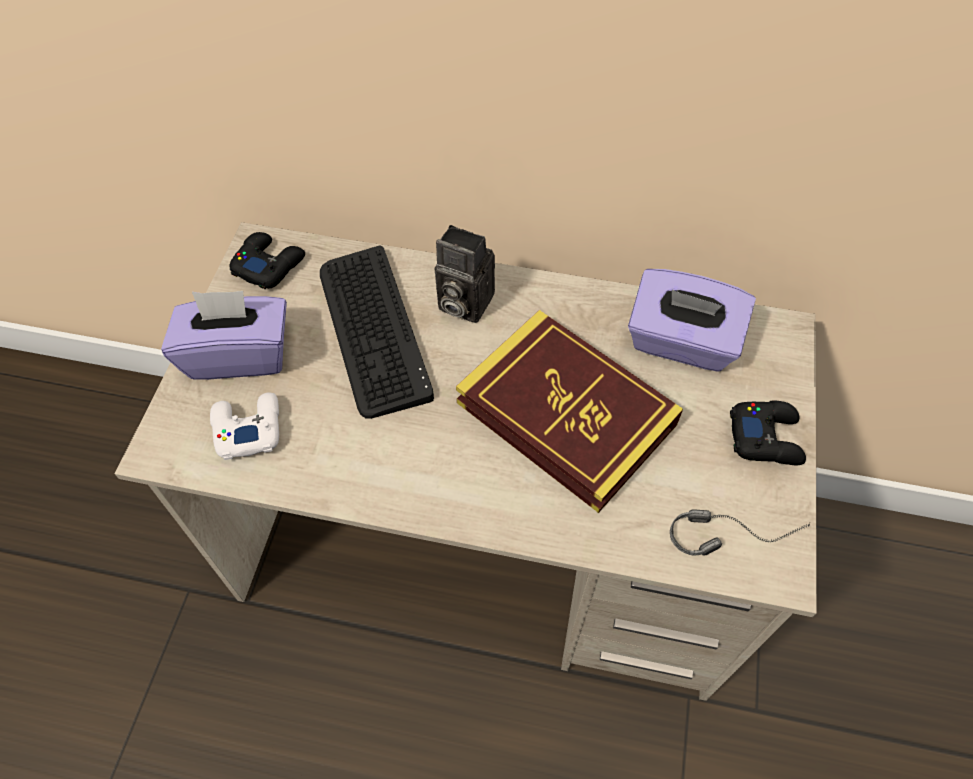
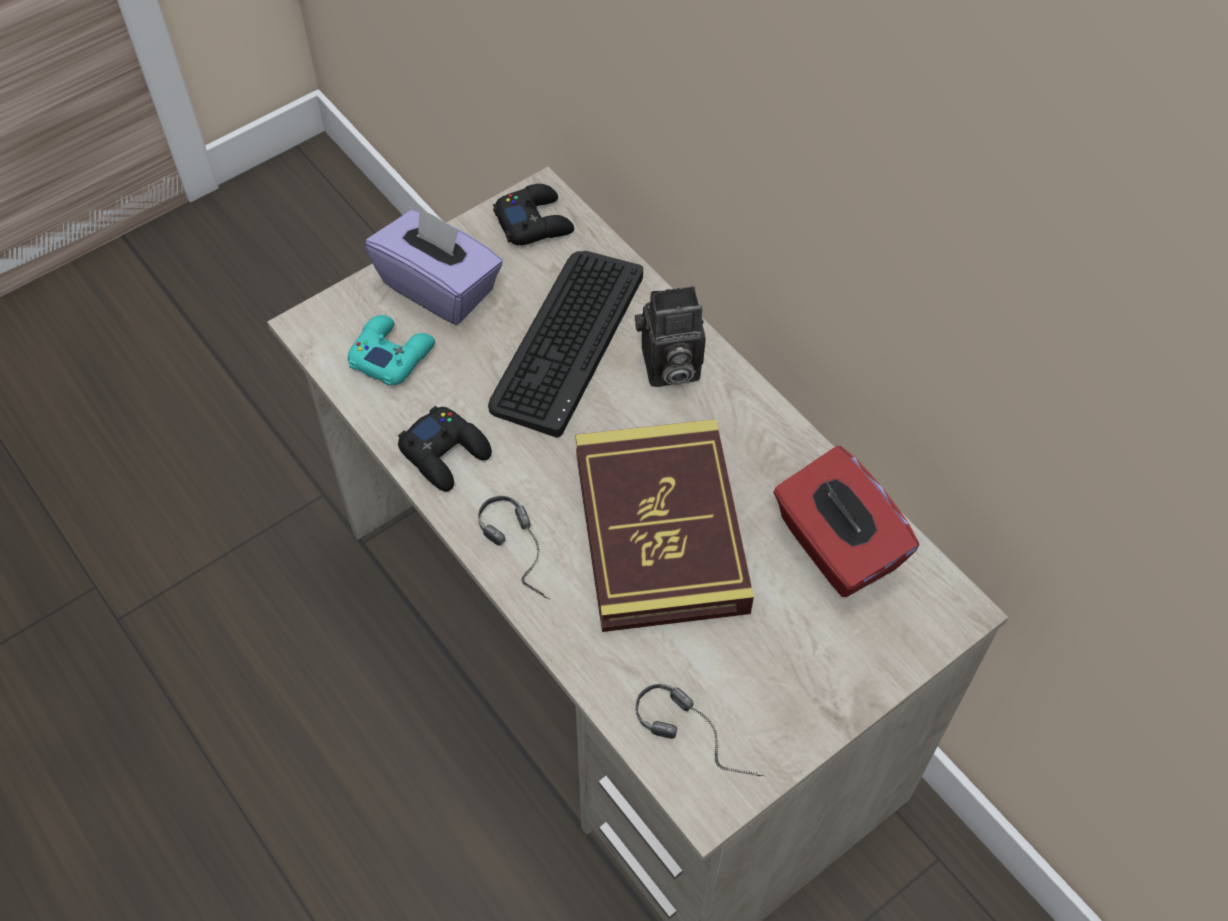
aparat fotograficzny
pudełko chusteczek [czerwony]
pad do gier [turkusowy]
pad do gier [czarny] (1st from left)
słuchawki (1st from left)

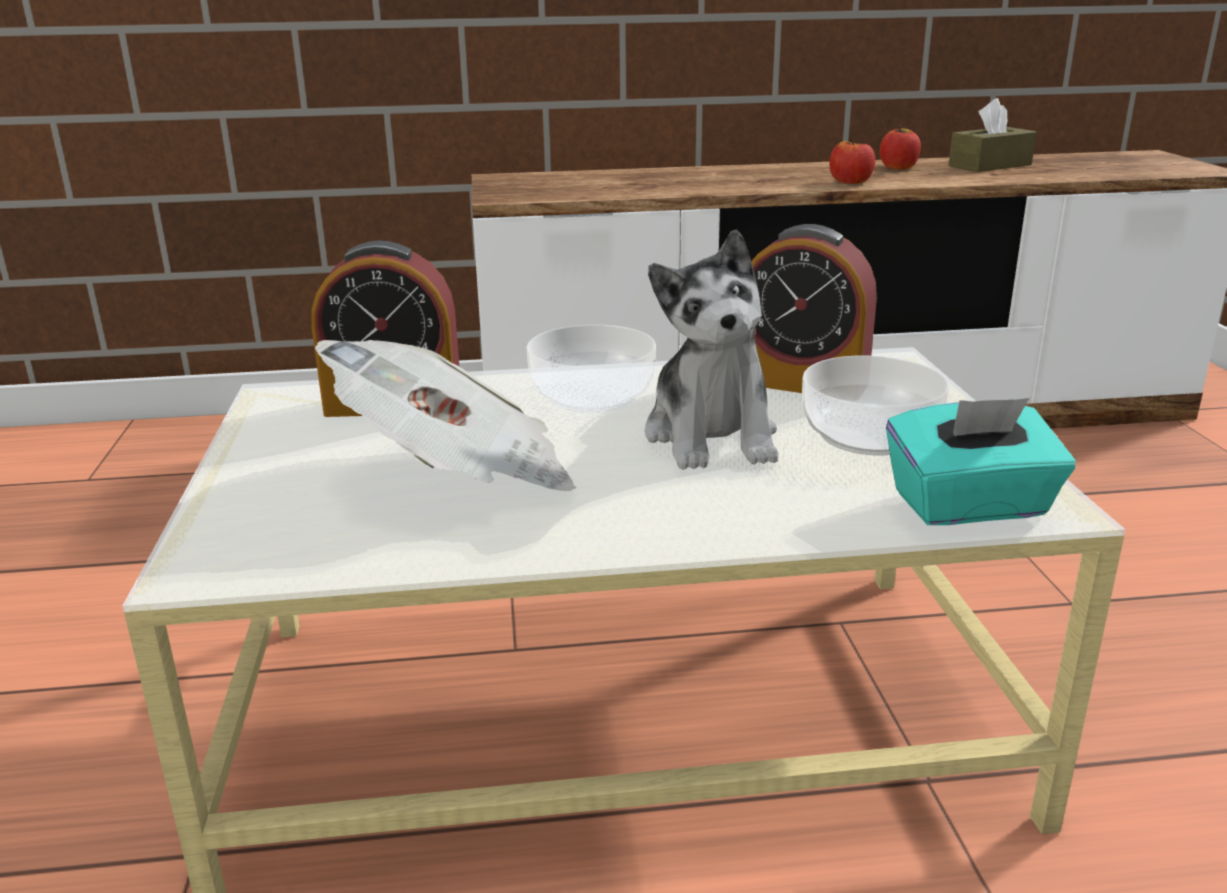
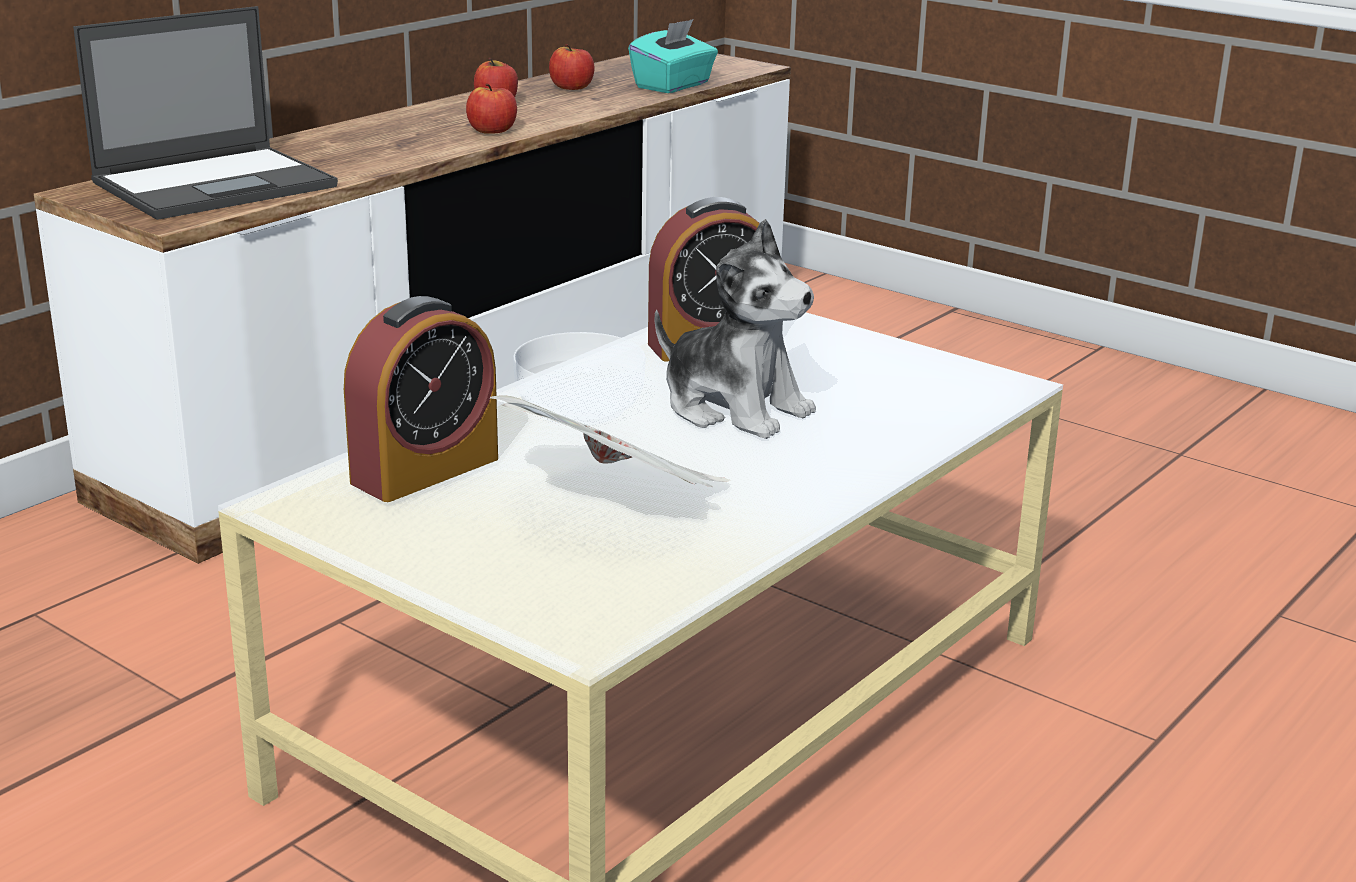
jabłko (3rd from left)
miska (2nd from left in the first image)
pudełko chusteczek [turkusowy]
laptop

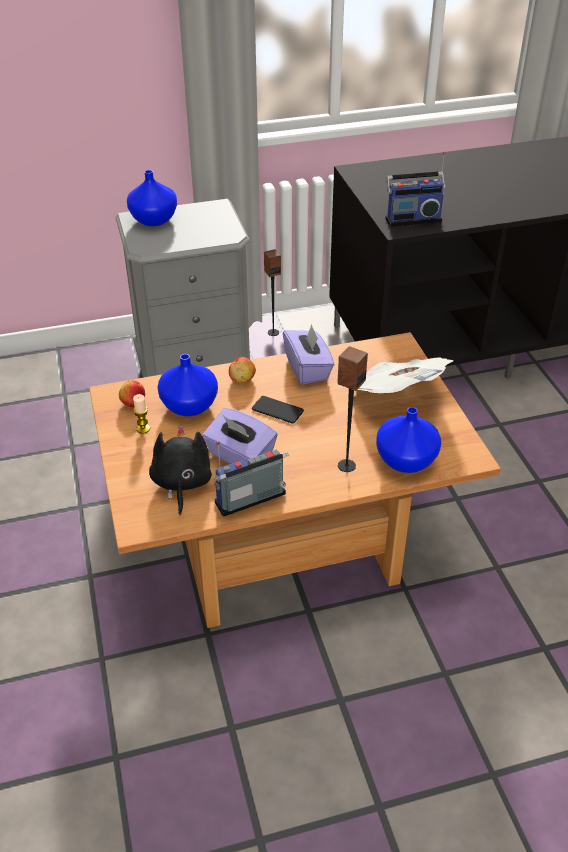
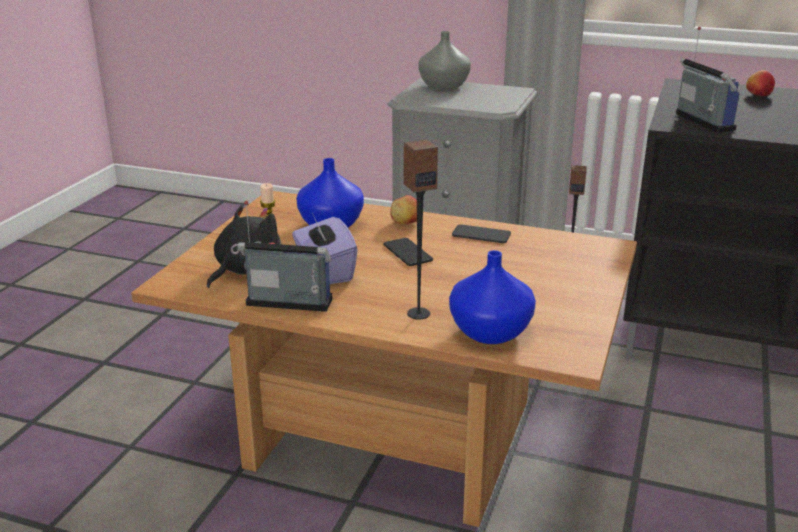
radio (2nd from left)
wazon [szary]
telefon (2nd from left)
gazeta
jabłko (2nd from left)

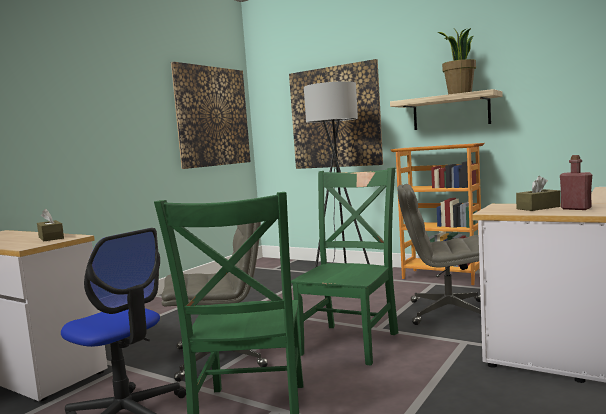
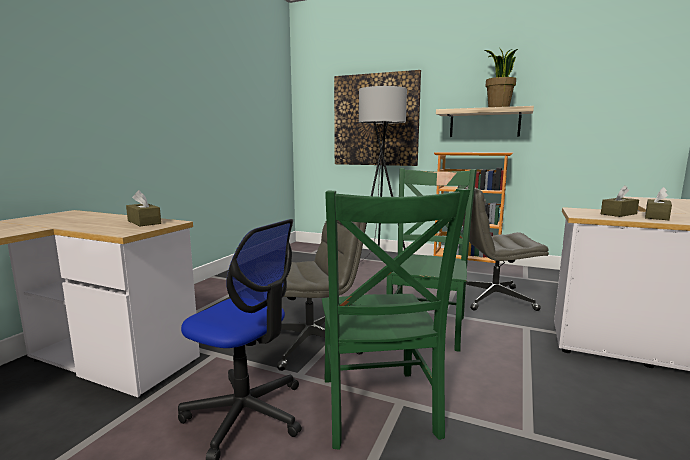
obraz (1st from left in the first image)
pudełko chusteczek [brązowy] (3rd from left)

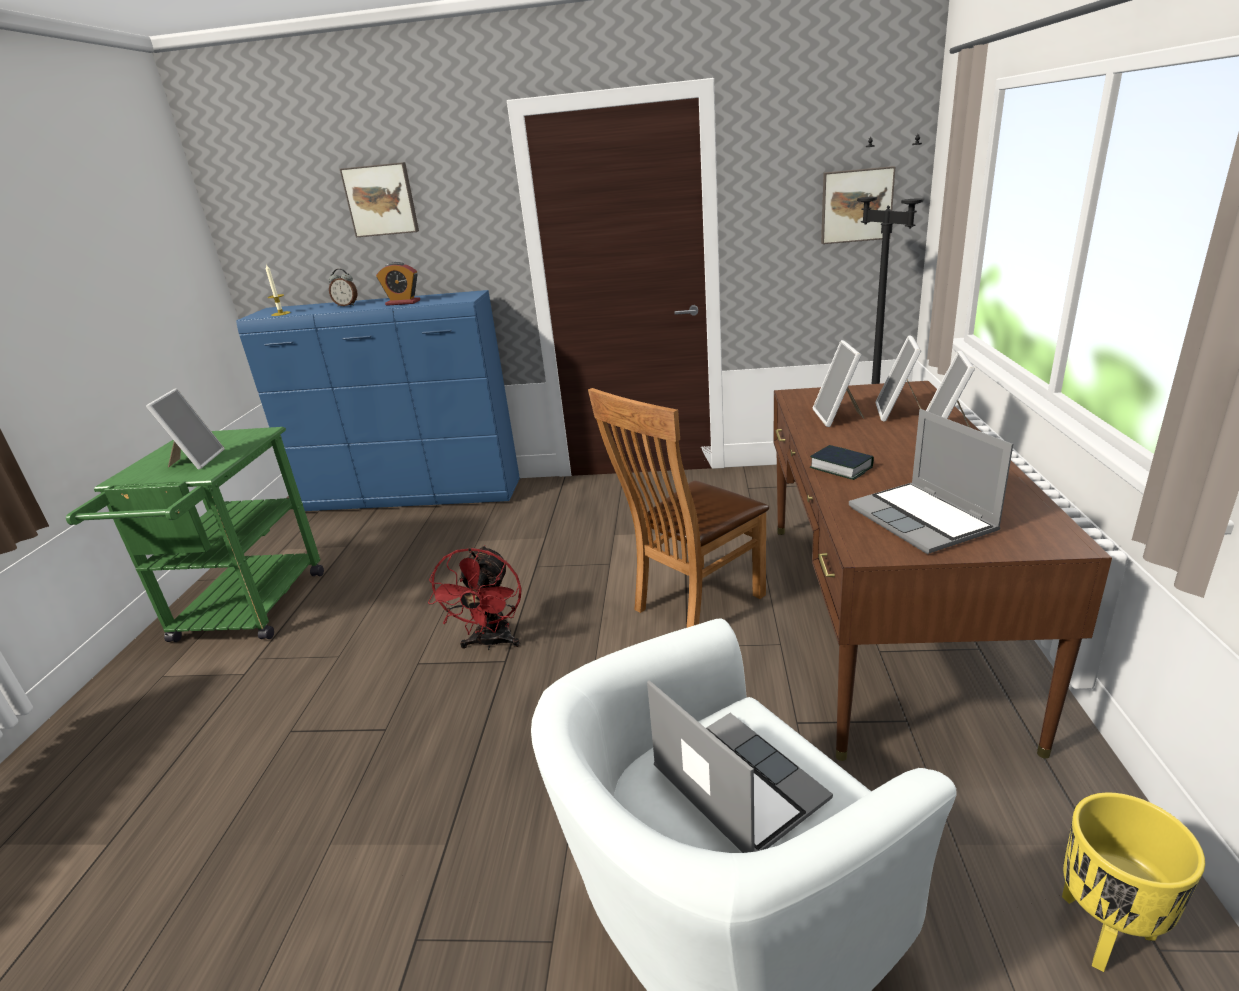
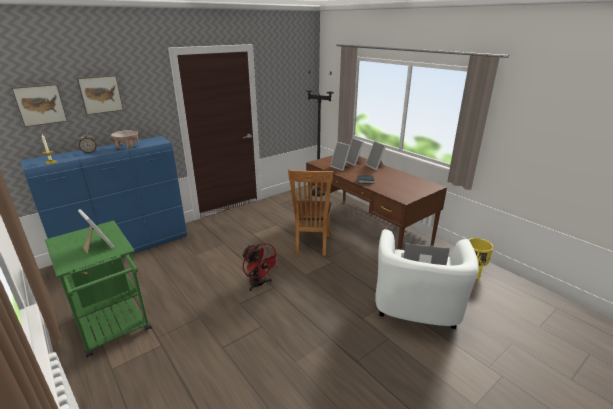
obraz (1st from left)
miska [beżowy]
laptop (2nd from left in the first image)

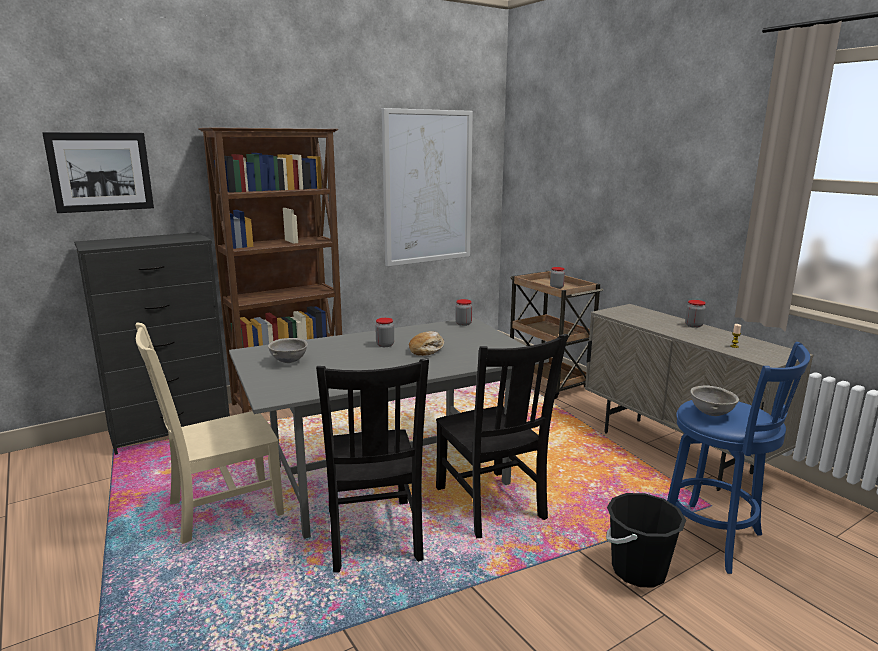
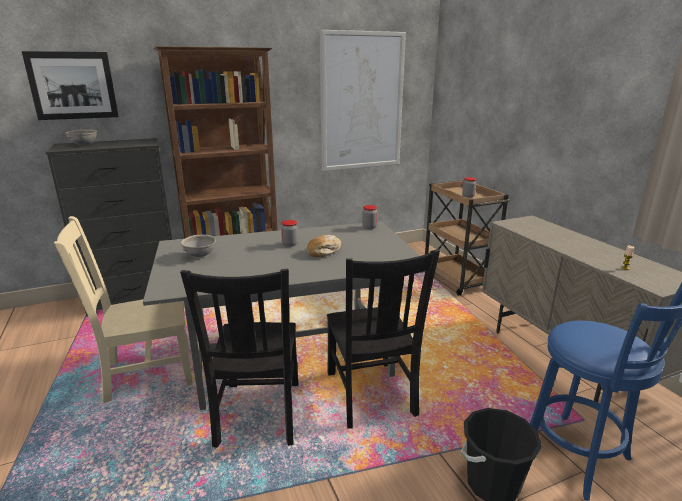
słoik (4th from left in the first image)
miska [szary] (1st from left)

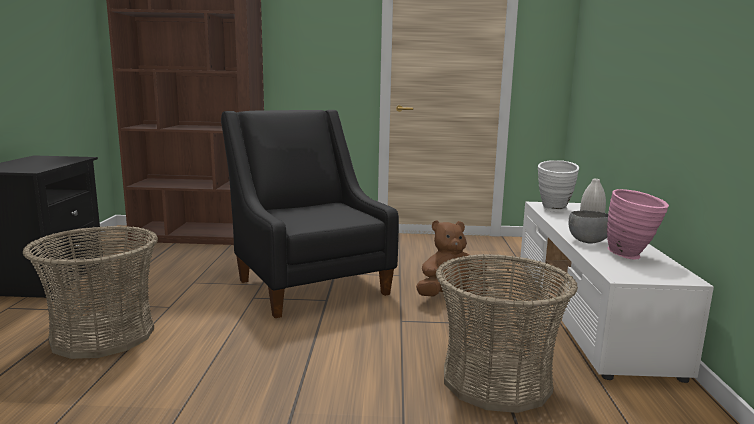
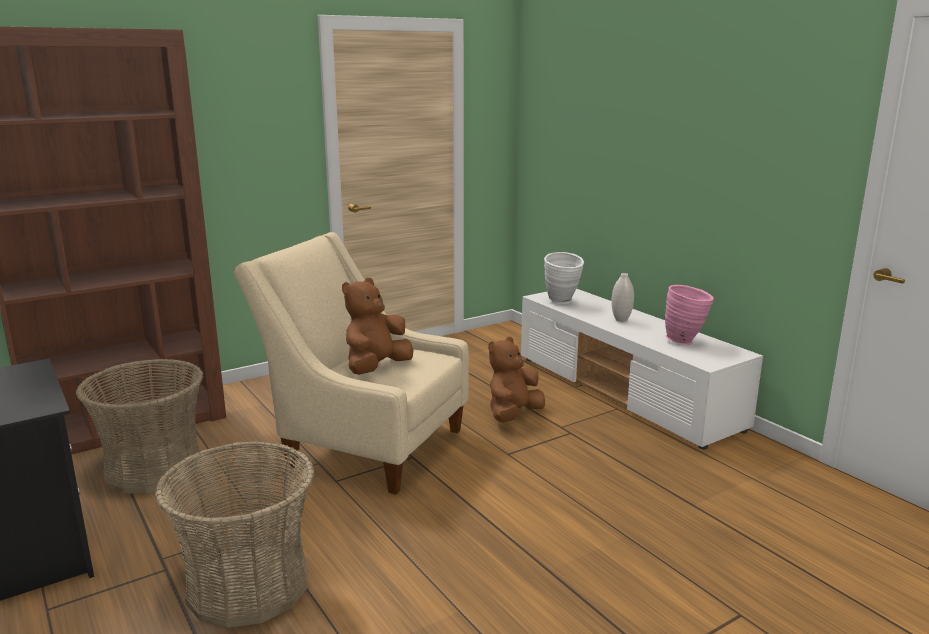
fotel [beżowy]
miska [szary]
koszyk (1st from left)
pluszak [brązowy] (1st from left)

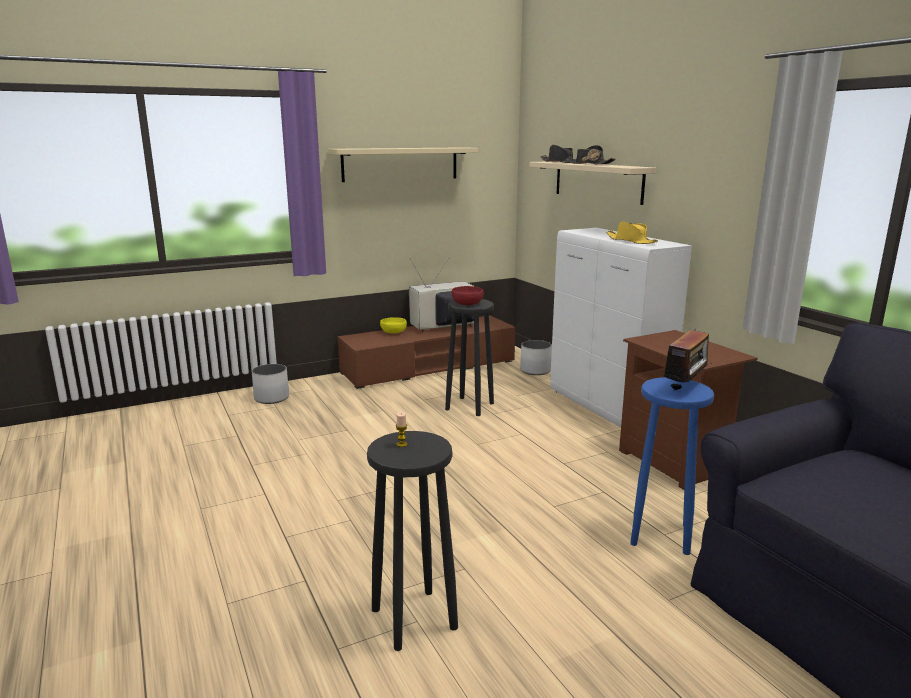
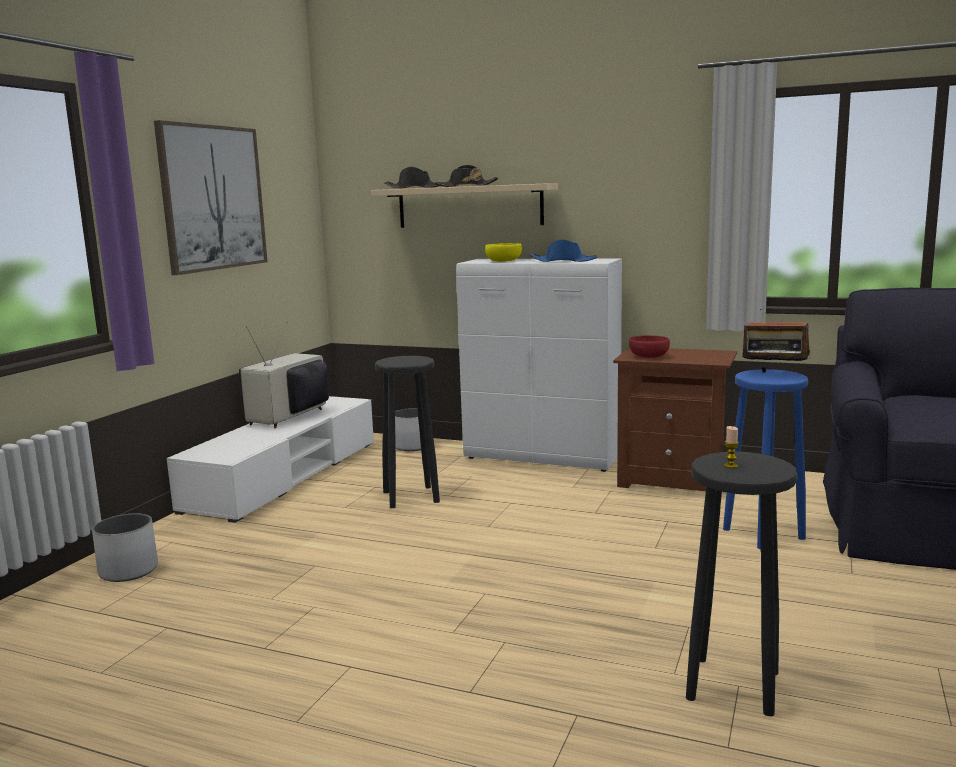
obraz
kapelusz [niebieski]
miska [czerwony]
szafka pod telewizor [biały]
miska [żółty]
radio

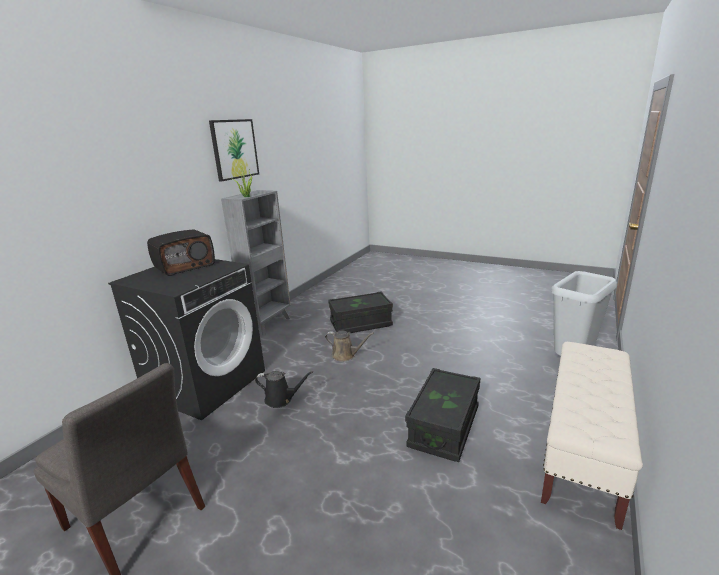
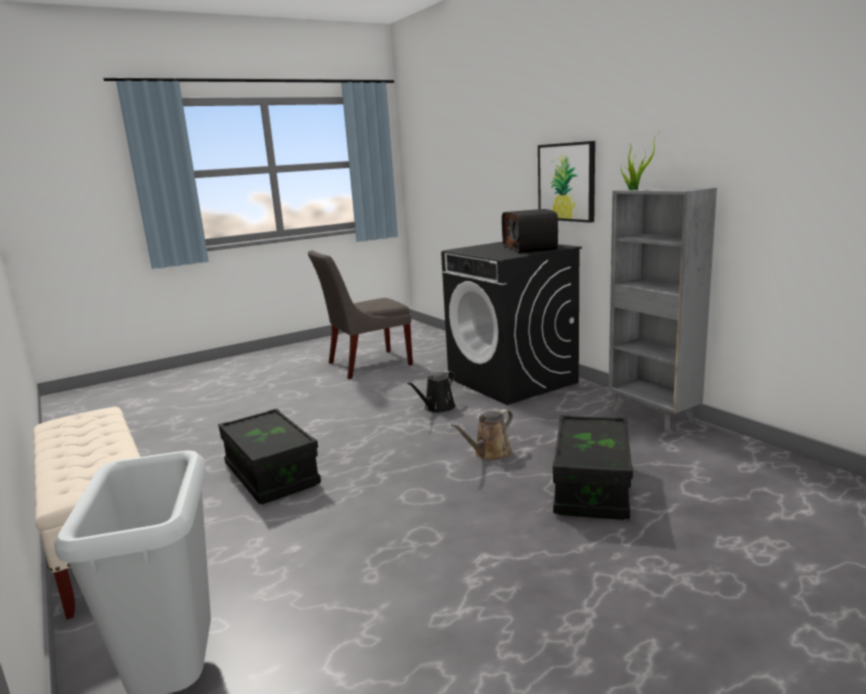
obraz

